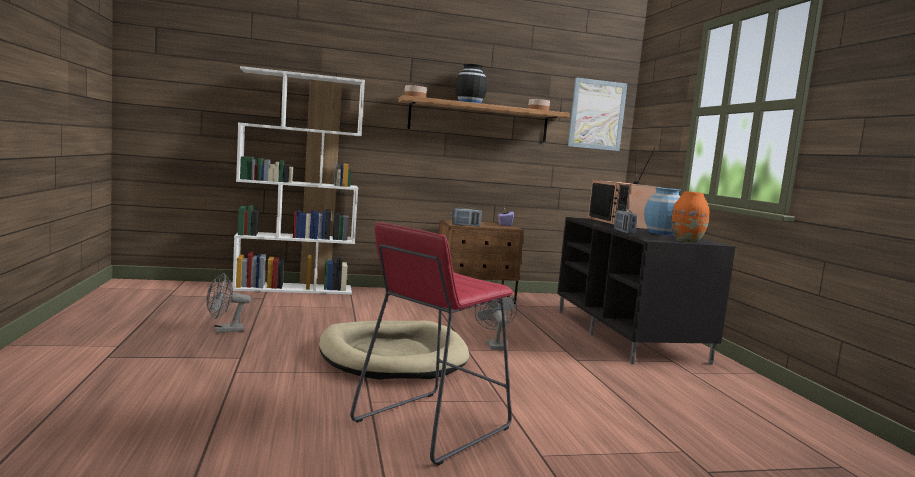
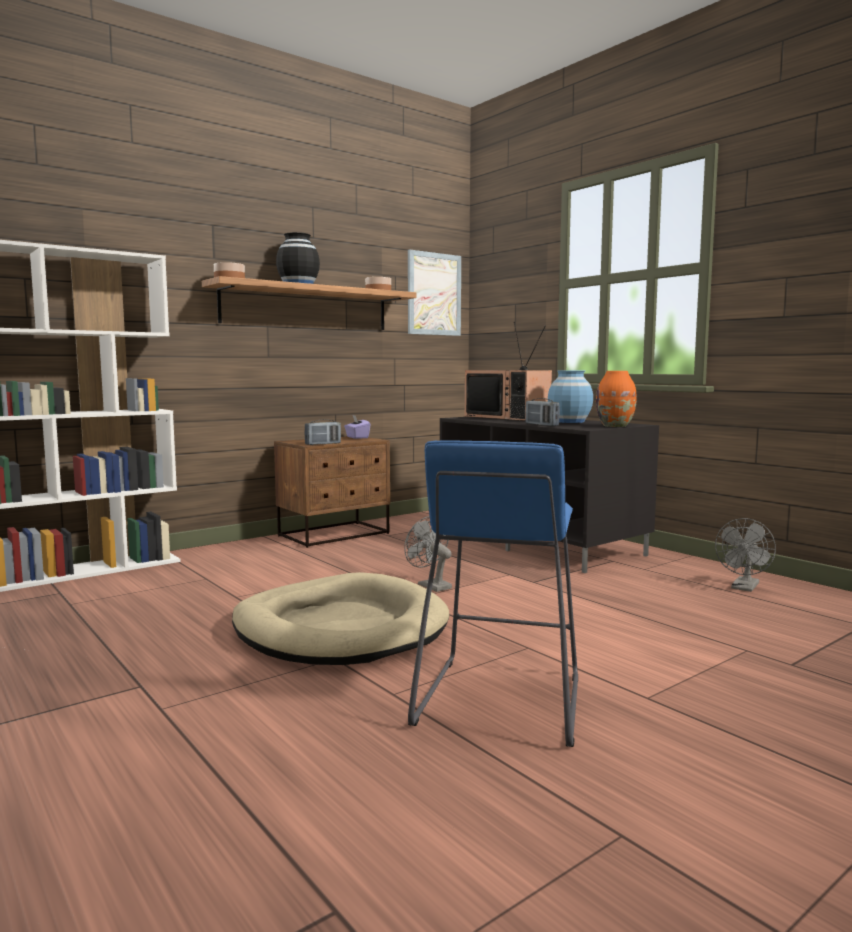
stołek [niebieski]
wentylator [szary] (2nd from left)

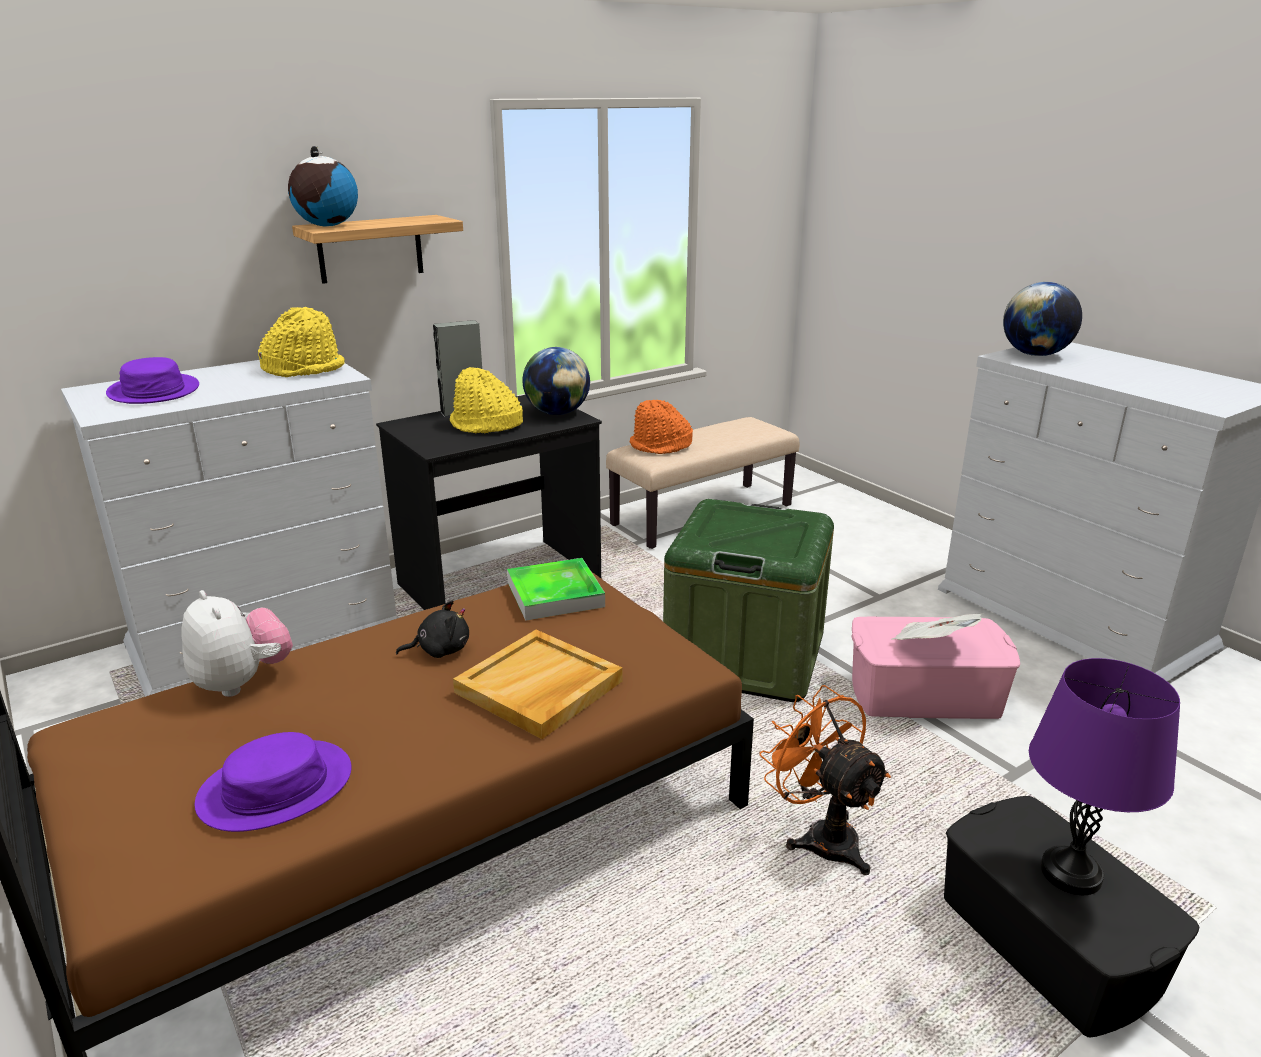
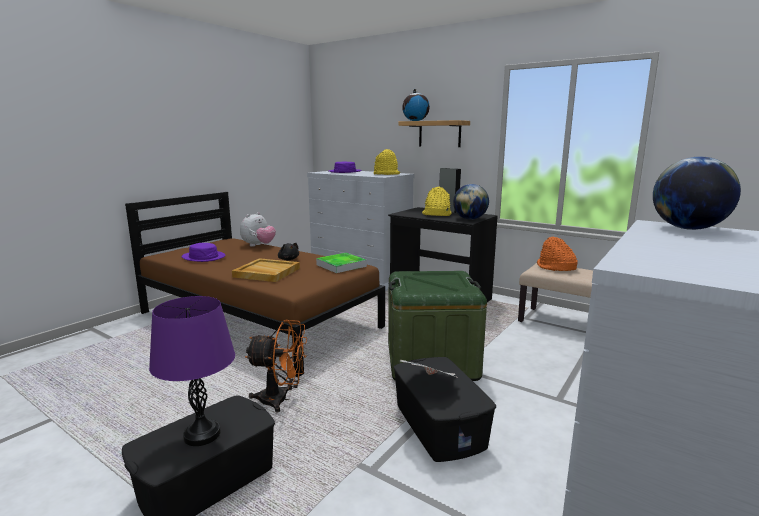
pojemnik do przechowywania [czarny] (2nd from left)
wentylator [pomarańczowy]

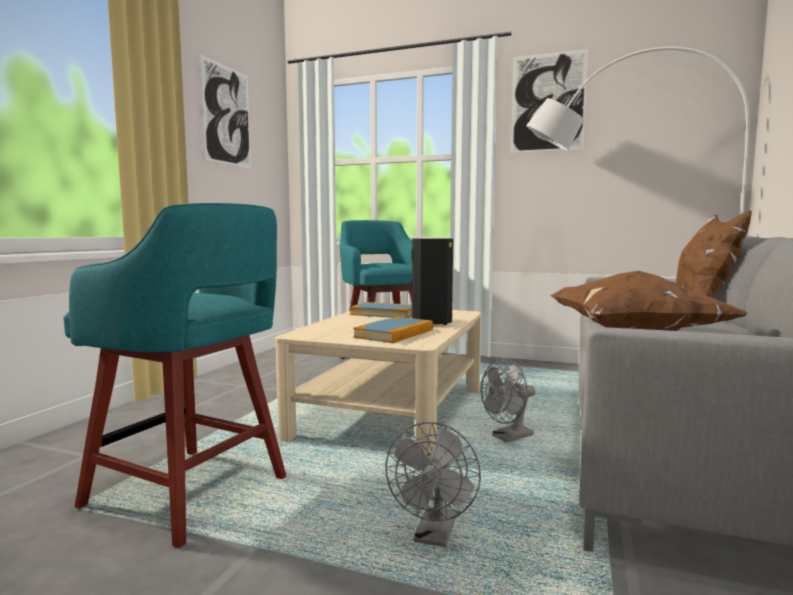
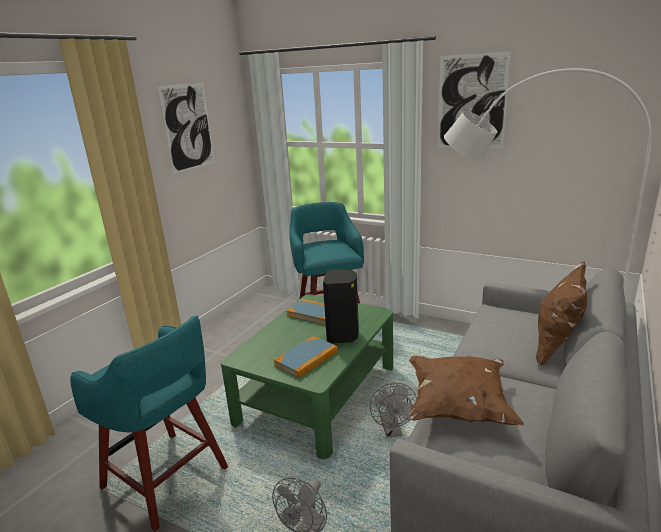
ława [zielony]
wentylator [szary] (2nd from left)

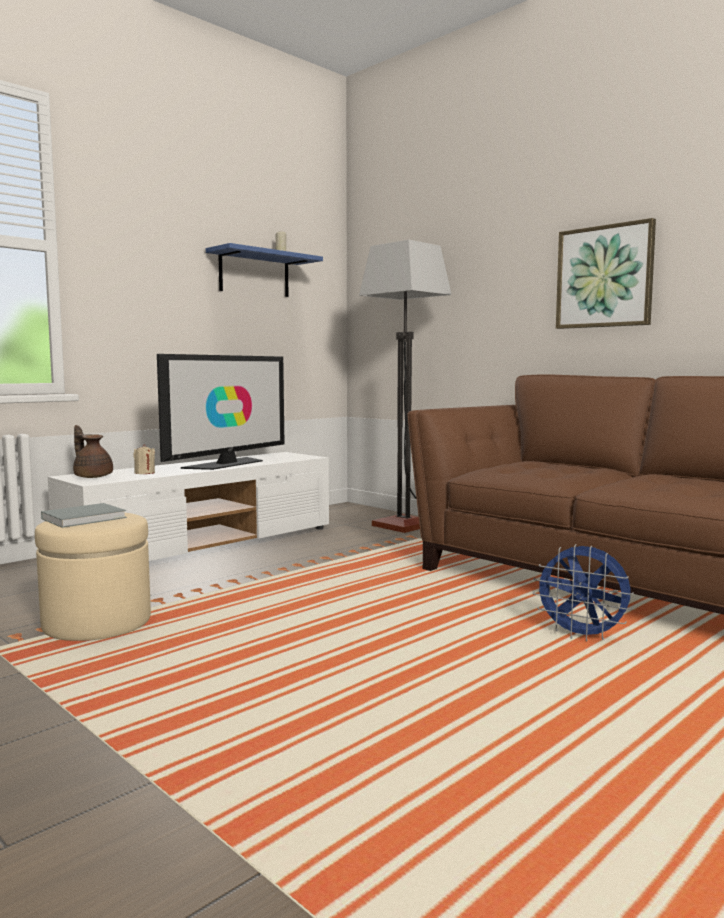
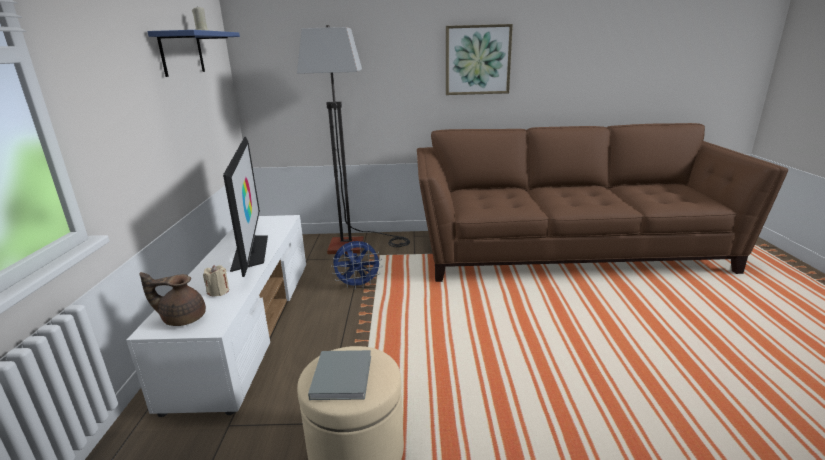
wentylator [niebieski]

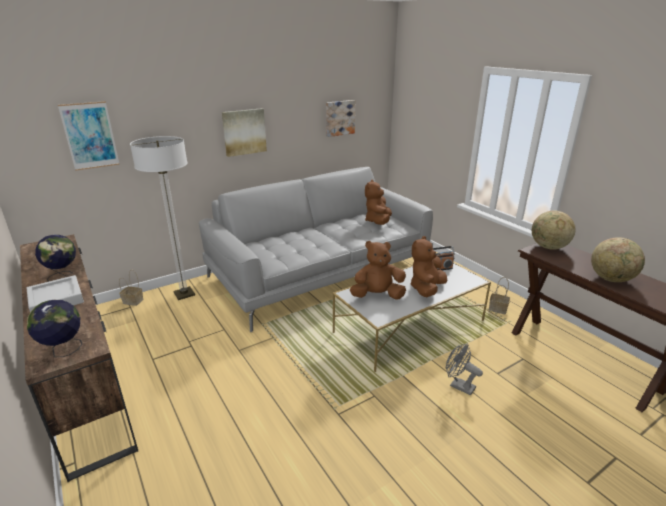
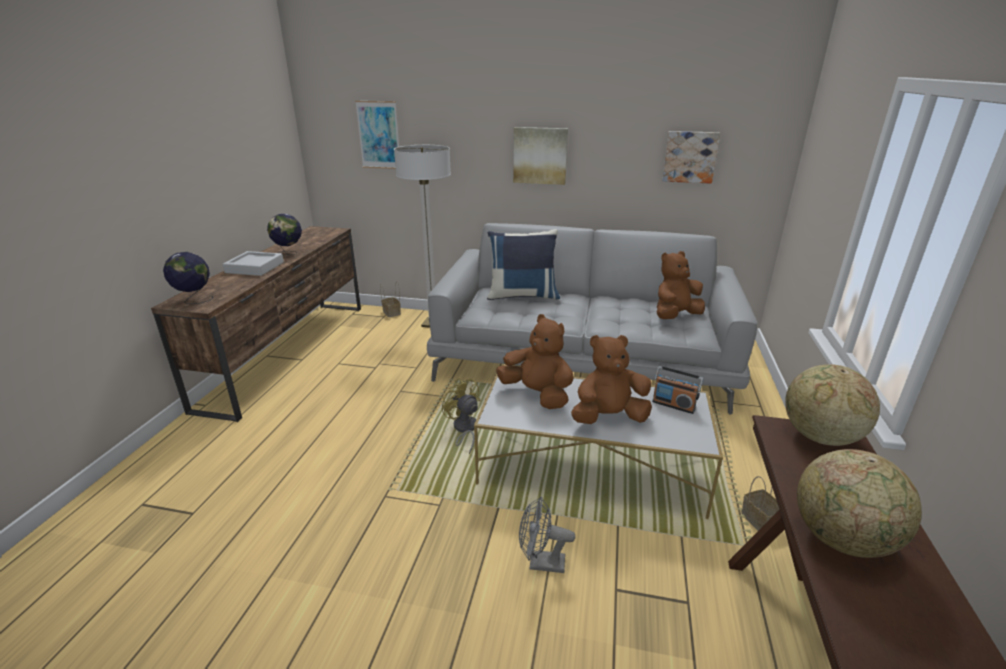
wentylator [szary]
poduszka [niebieski]
wentylator [żółty]

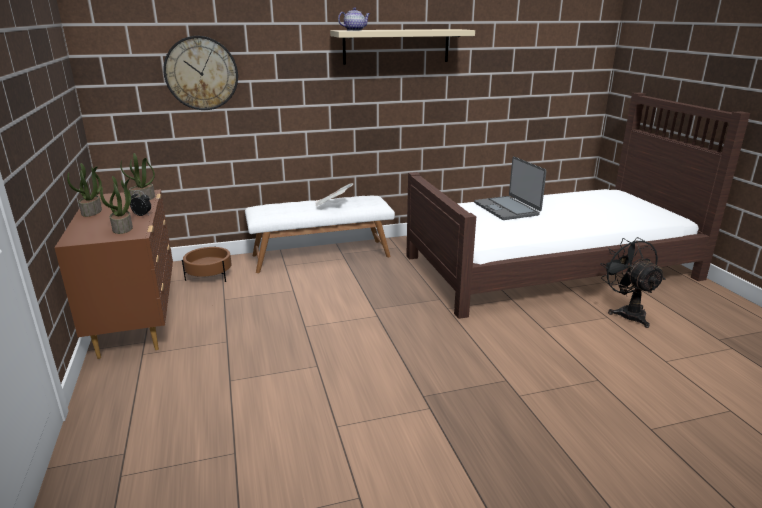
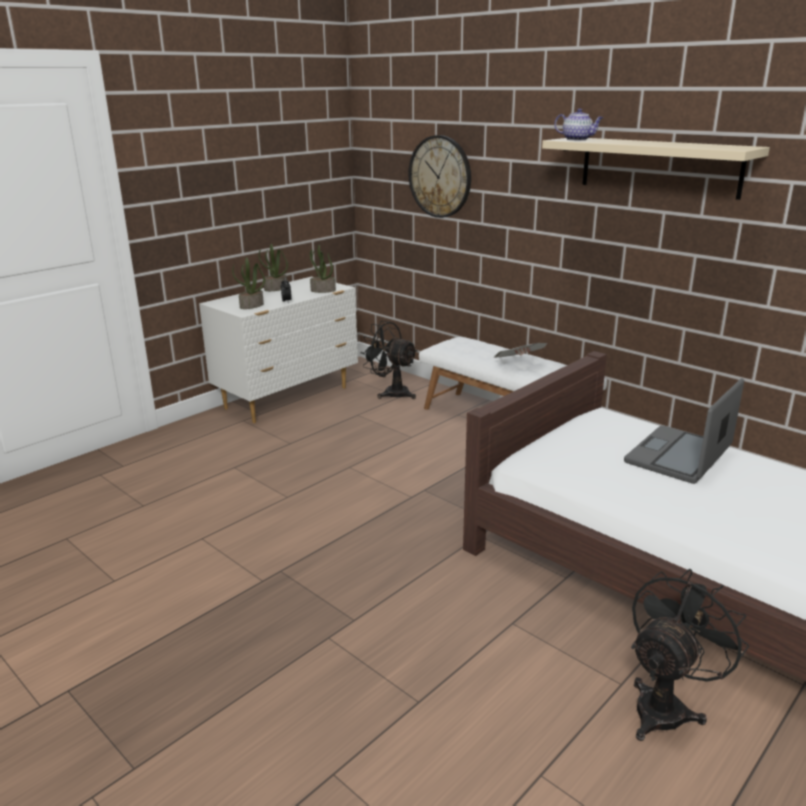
komoda [biały]
wentylator [czarny] (1st from left)

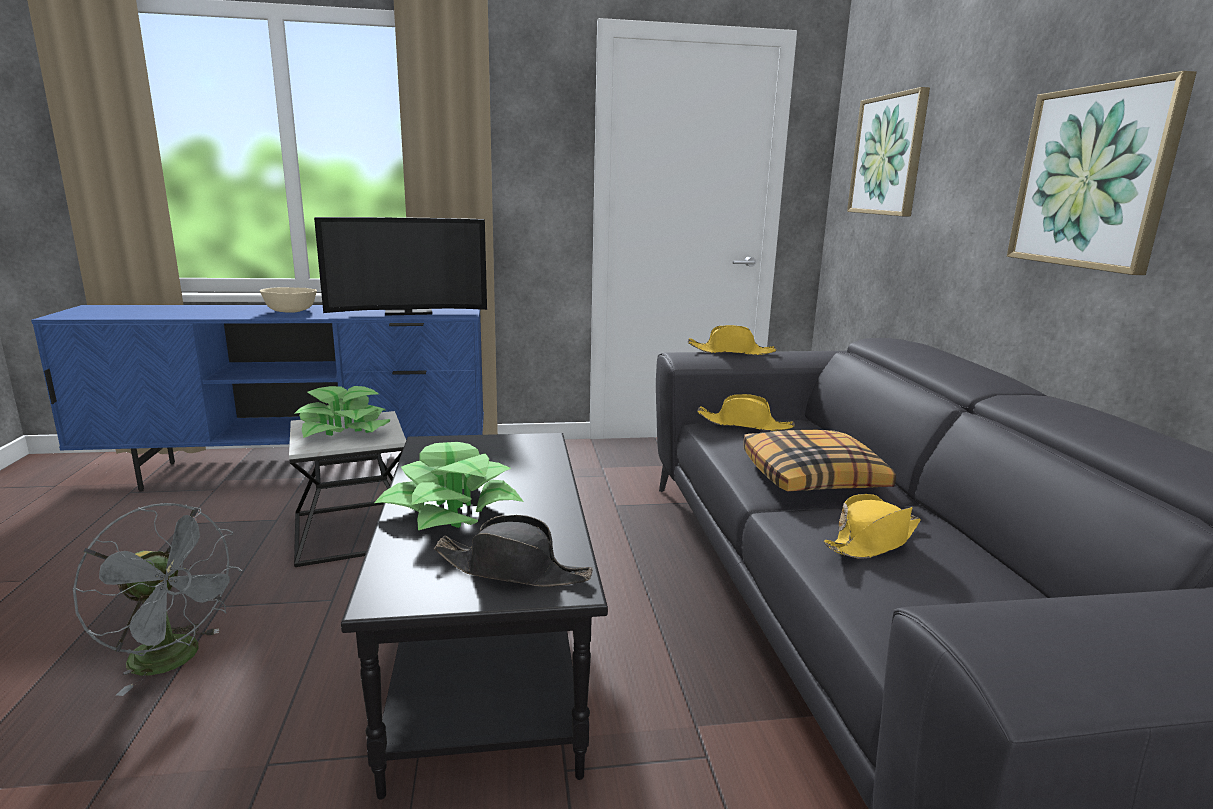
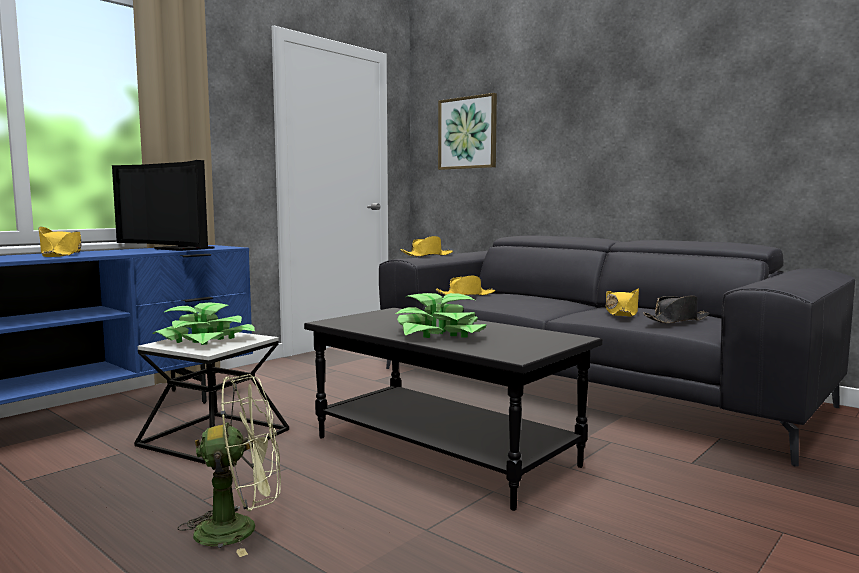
obraz (2nd from left in the first image)
telewizor
kapelusz [żółty] (1st from left)
poduszka
wentylator [zielony]
kapelusz [czarny]

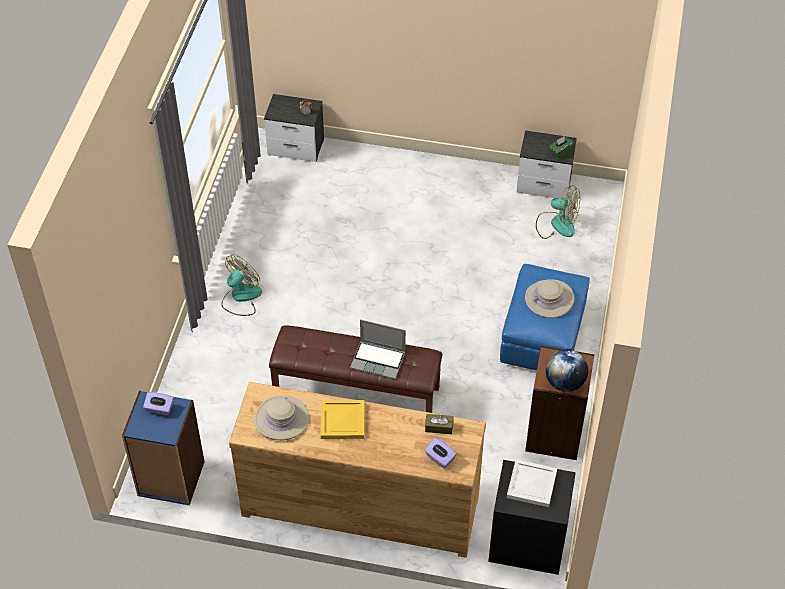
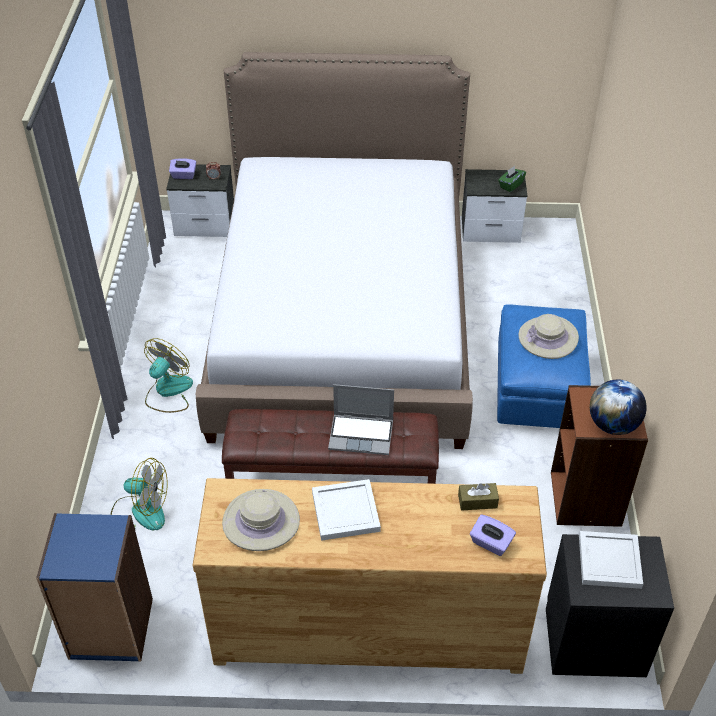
wentylator (1st from left)
pudełko chusteczek [fioletowy] (1st from left)
taca [biały] (1st from left)
łóżko

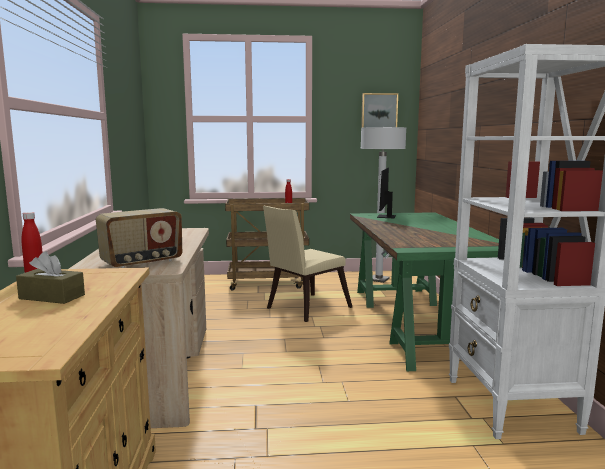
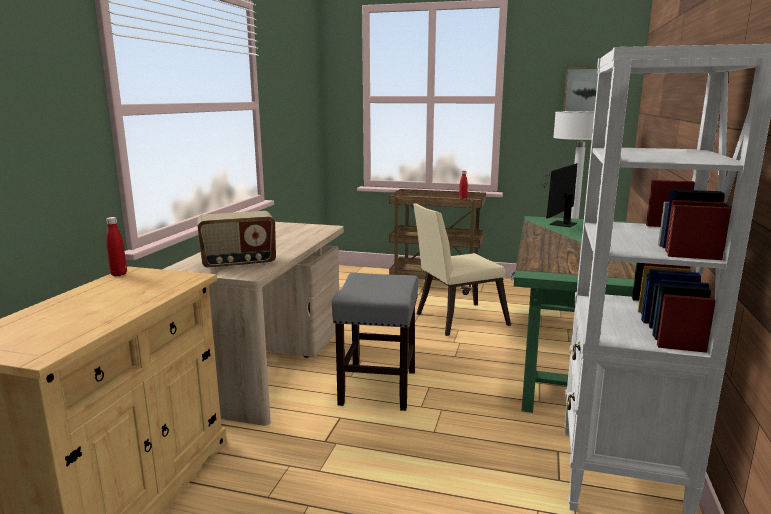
pudełko chusteczek [brązowy]
stołek [szary]

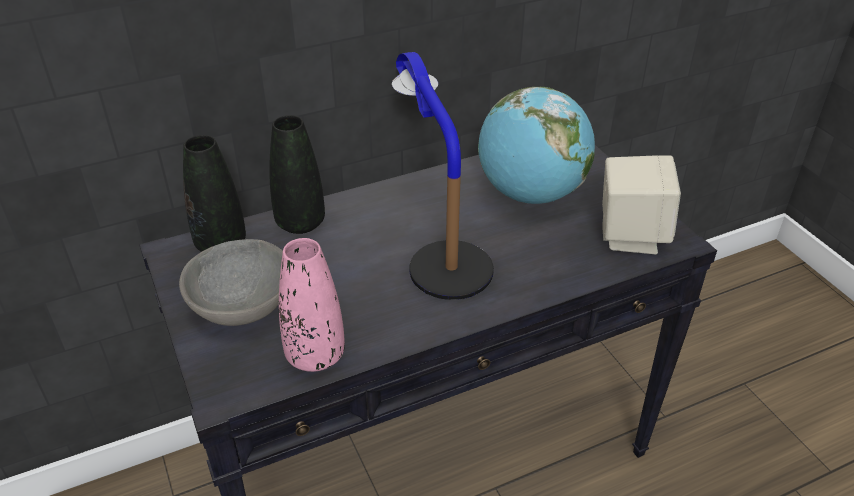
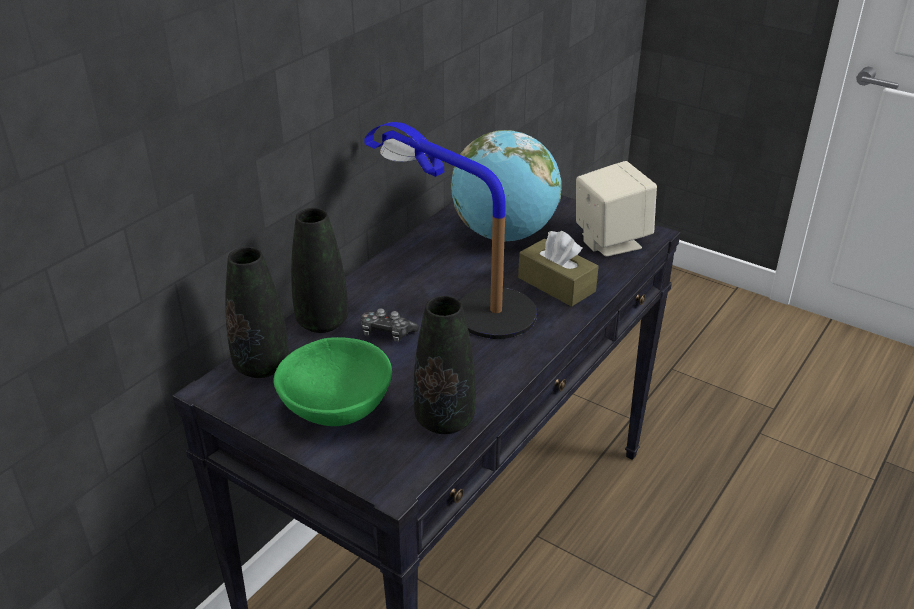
wazon [czarny] (3rd from left)
miska [zielony]
pudełko chusteczek [brązowy]
pad do gier

